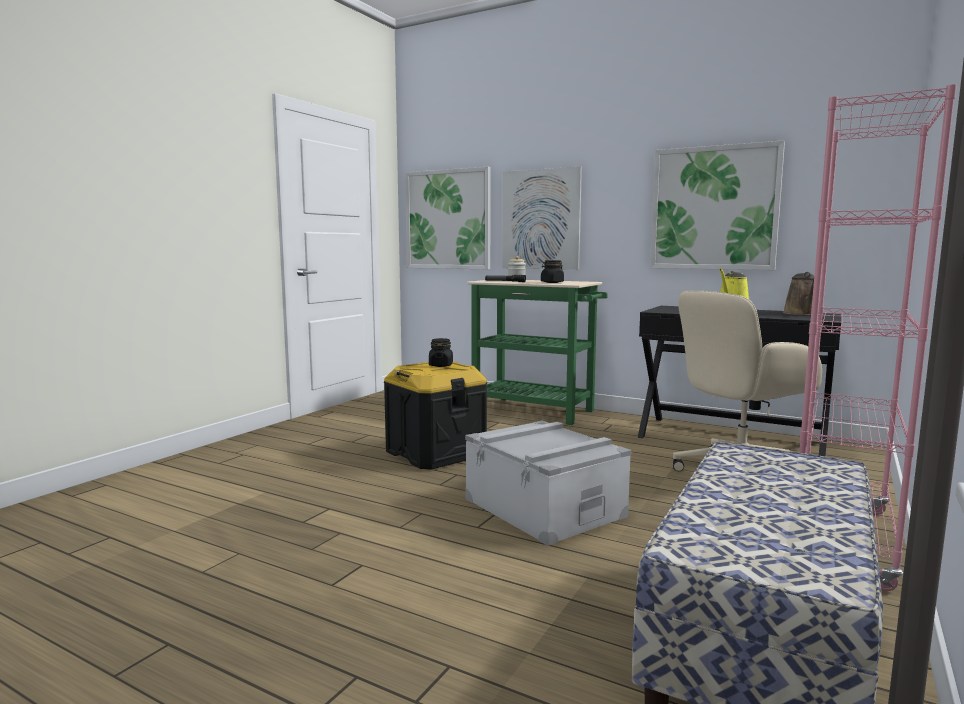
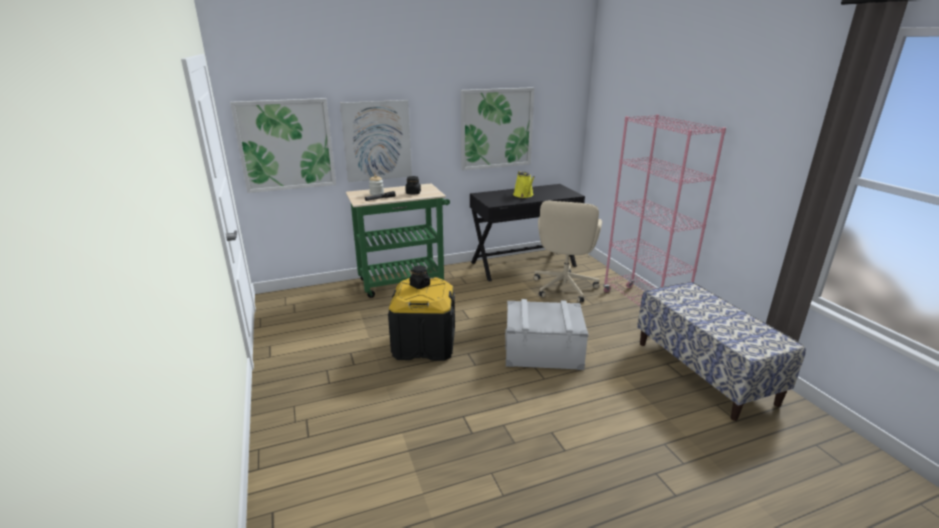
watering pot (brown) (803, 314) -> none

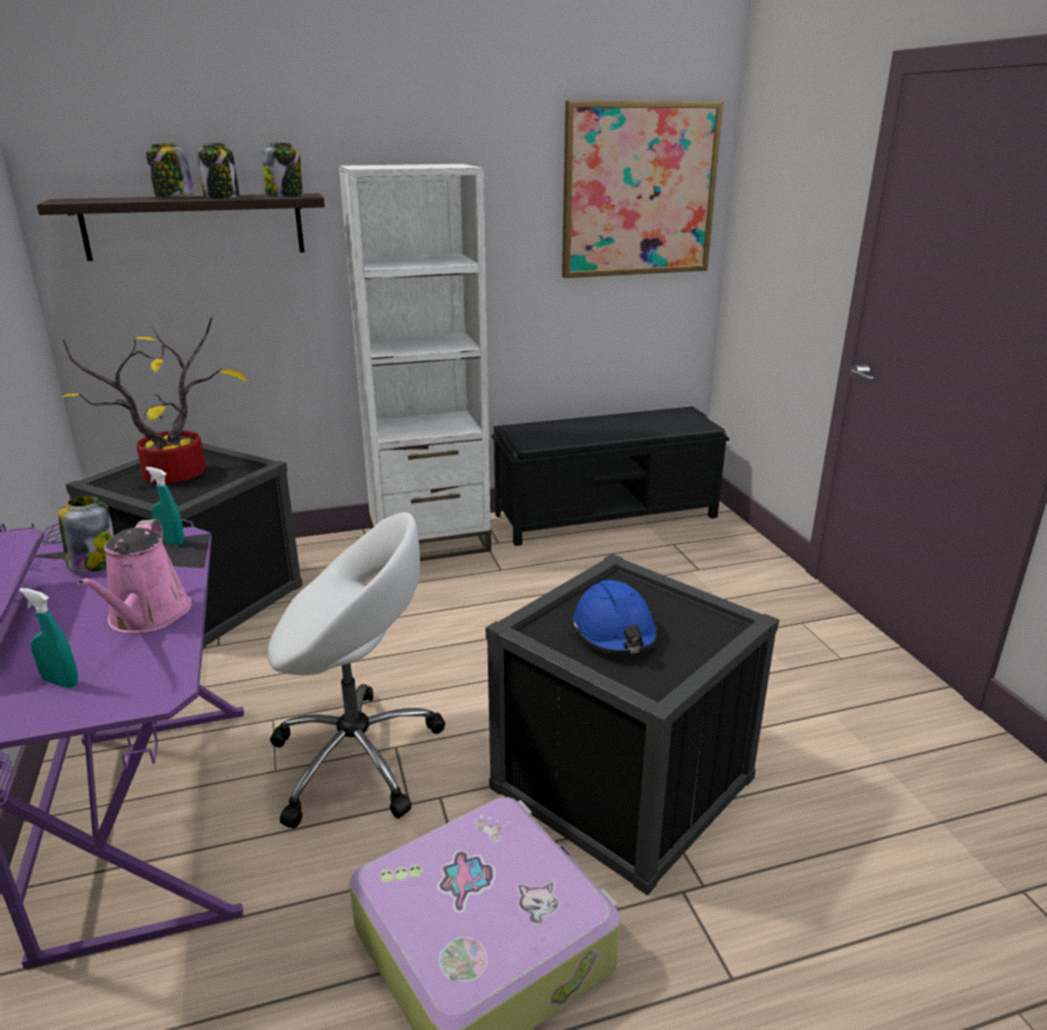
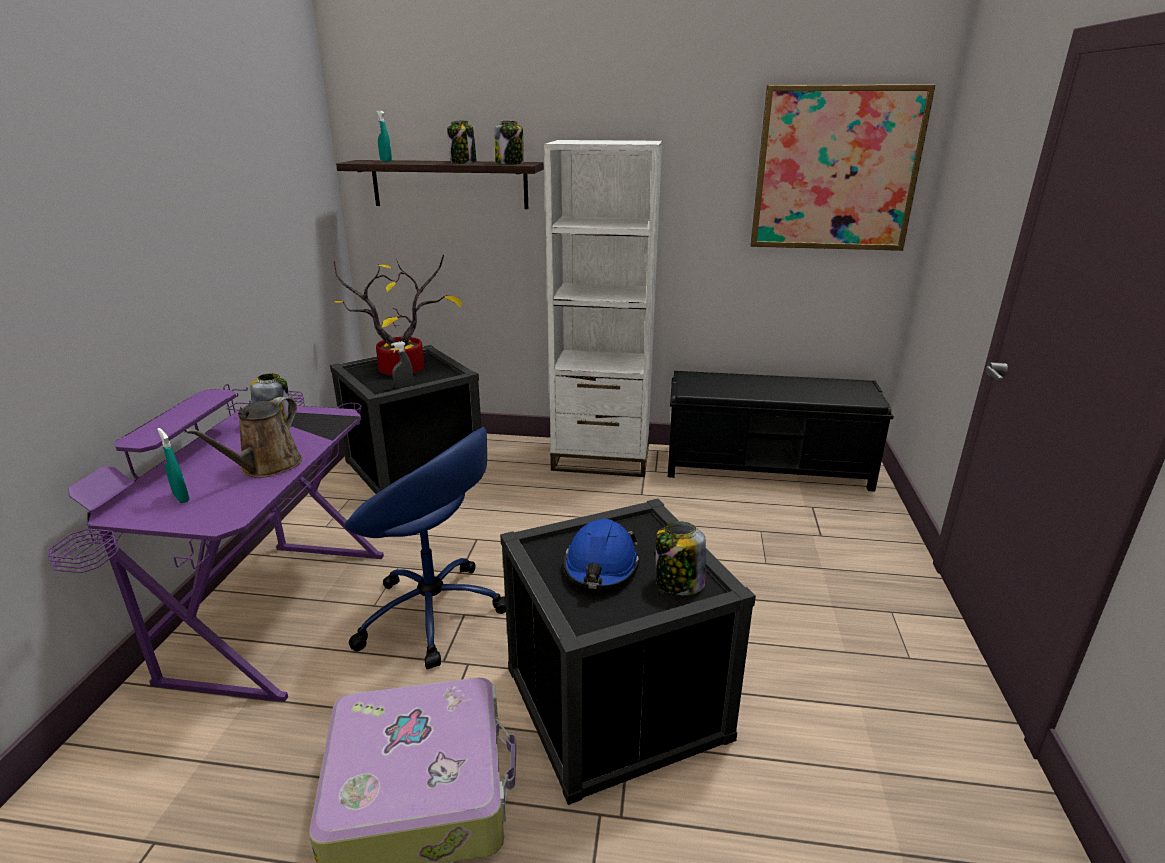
preserve jar (174, 197) -> preserve jar (678, 584), moved
spray bottle (turquoise-coloured) (171, 542) -> spray bottle (turquoise-coloured) (386, 161), moved
desk chair (white-coloured) (360, 758) -> desk chair (blue) (434, 614)
watering pot (pinkish) (147, 617) -> watering pot (brown) (266, 467)
none -> spray bottle (gray) (404, 387)

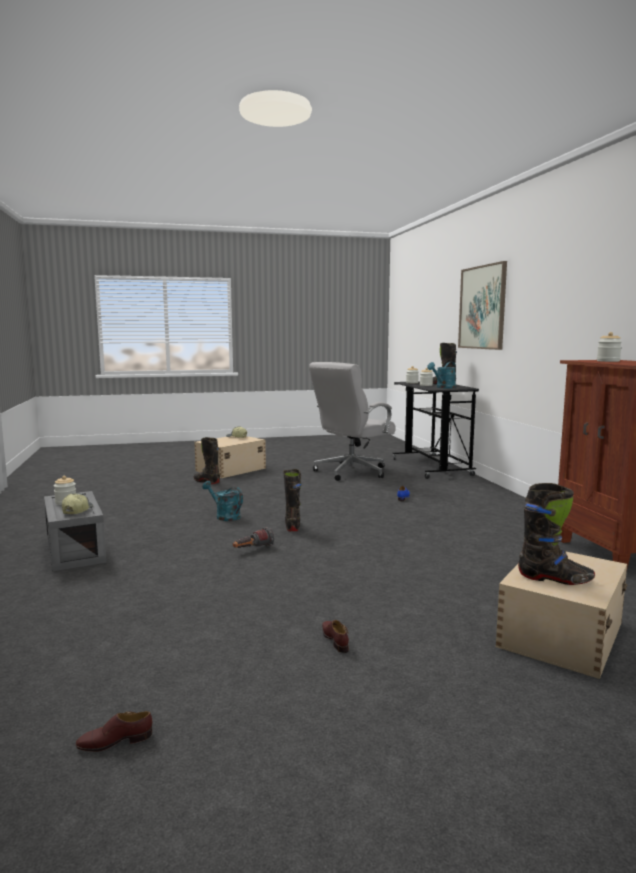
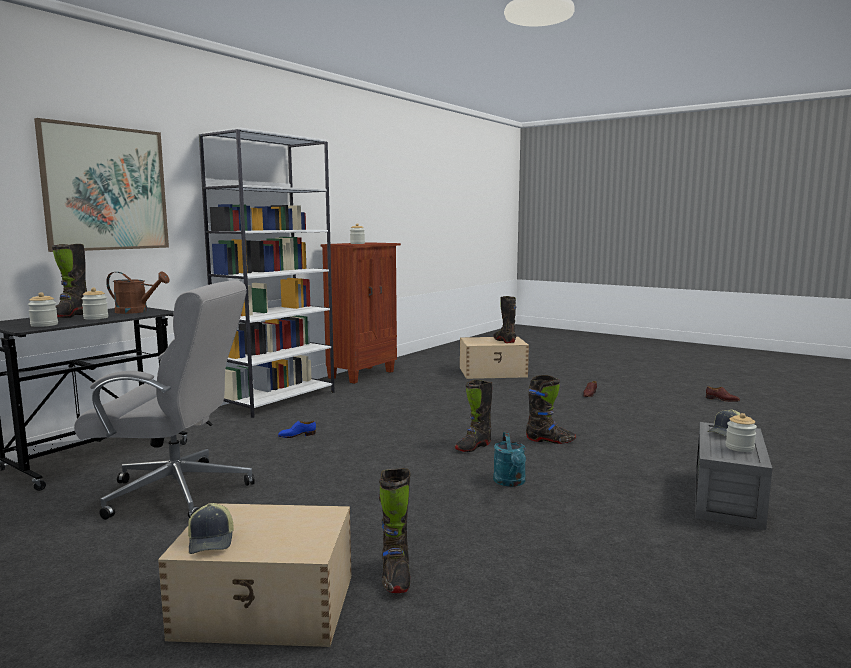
watering pot (turquoise-coloured) (443, 387) -> watering pot (brown) (137, 311)
hand torch (252, 549) -> boot (blackish) (550, 440)
none -> shelving unit (white-coloured) (277, 399)

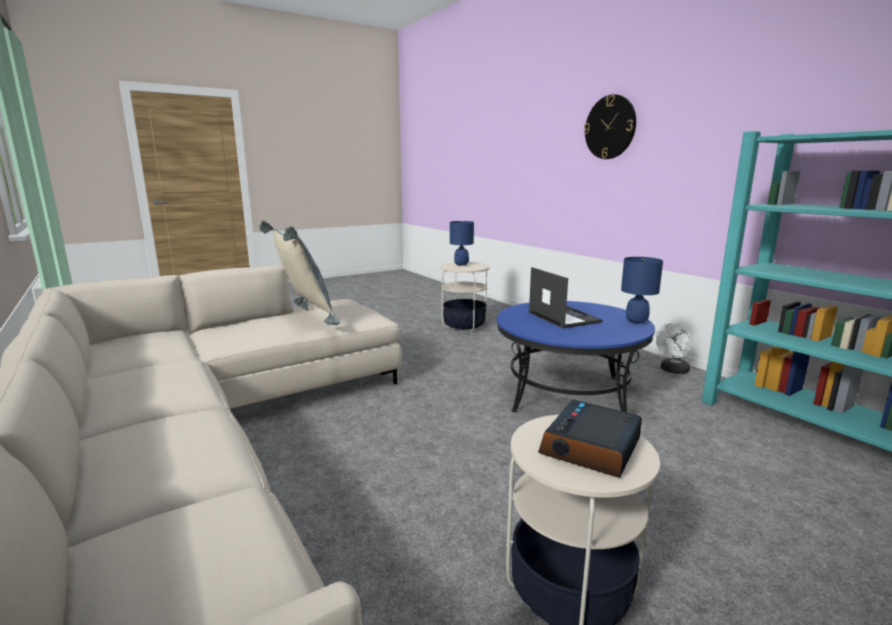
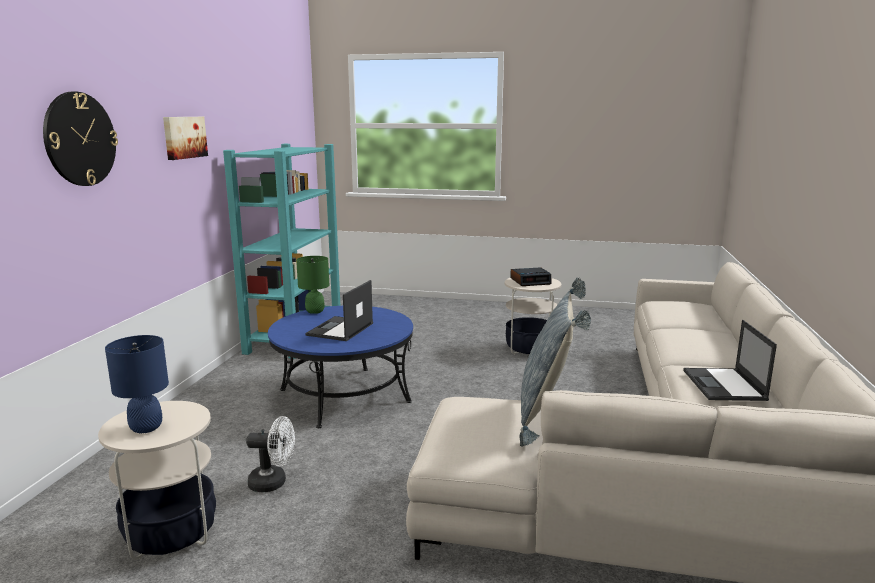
table lamp (blue) (635, 321) -> table lamp (greenish) (315, 312)
electric fan (white-coloured) (672, 371) -> electric fan (white-coloured) (273, 483), moved
none -> wall picture (184, 137)
none -> portable computer (724, 385)

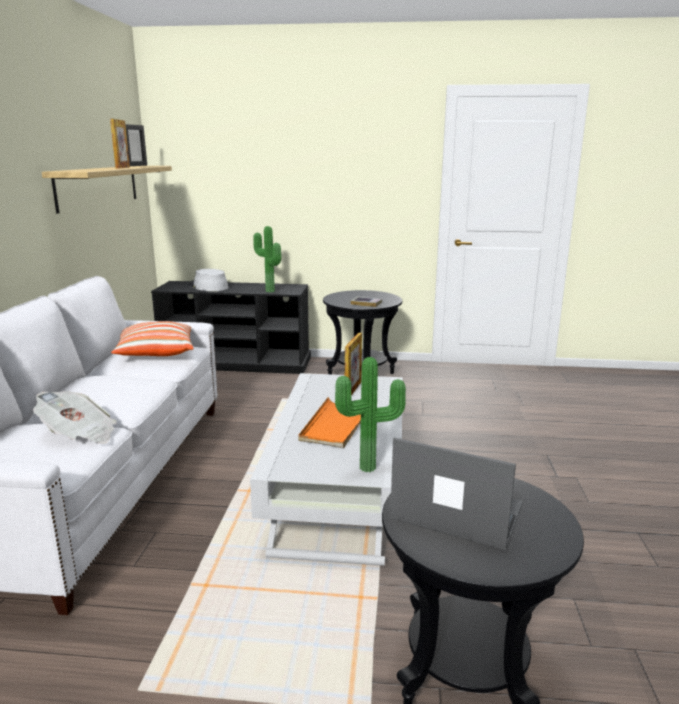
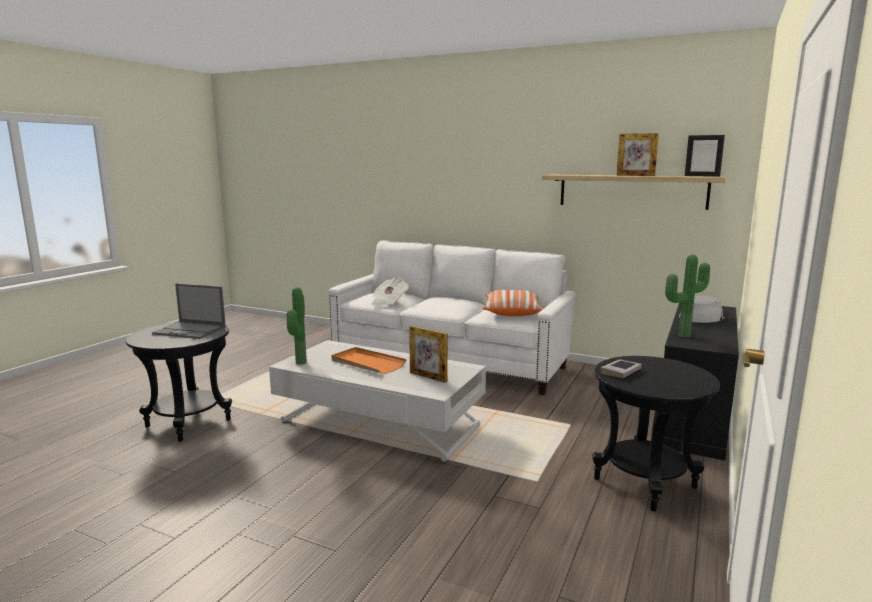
portable computer (455, 511) -> portable computer (190, 330), 60 degrees clockwise

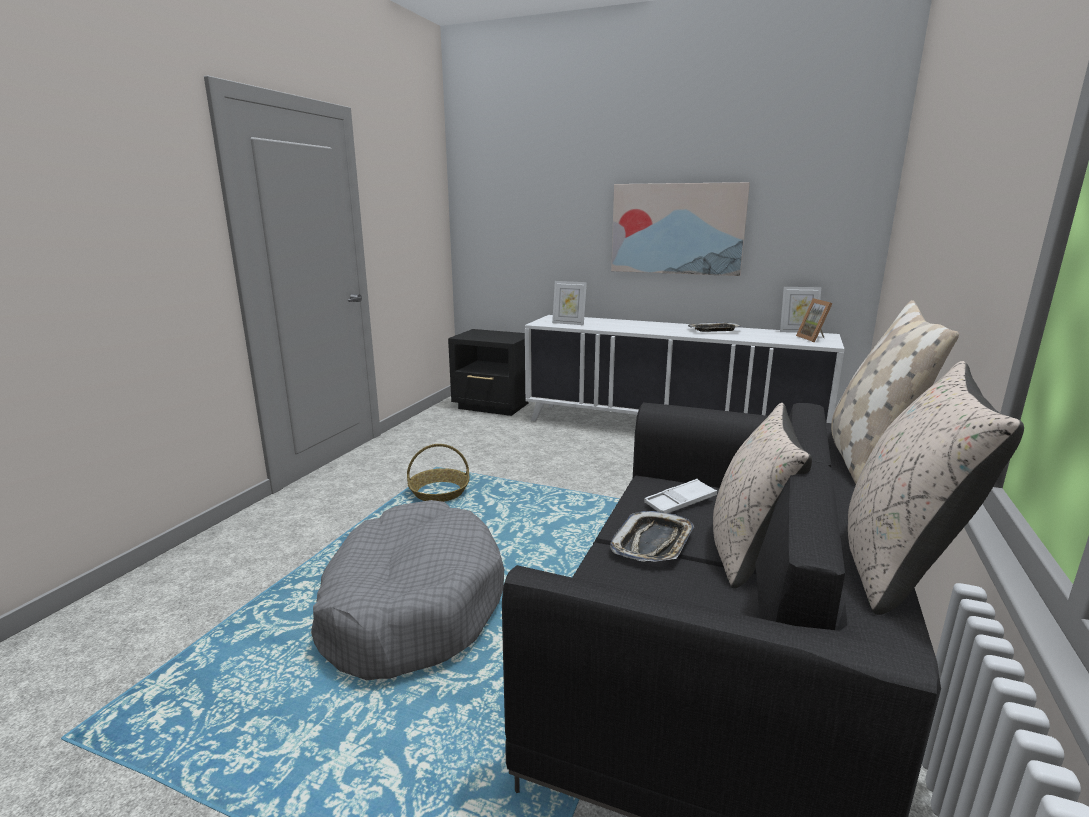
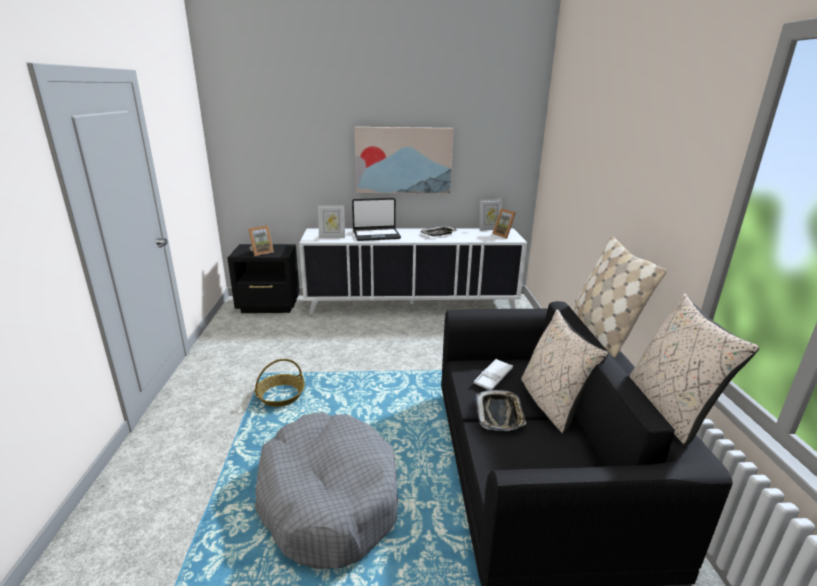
none -> portable computer (376, 235)
none -> photo frame (261, 252)

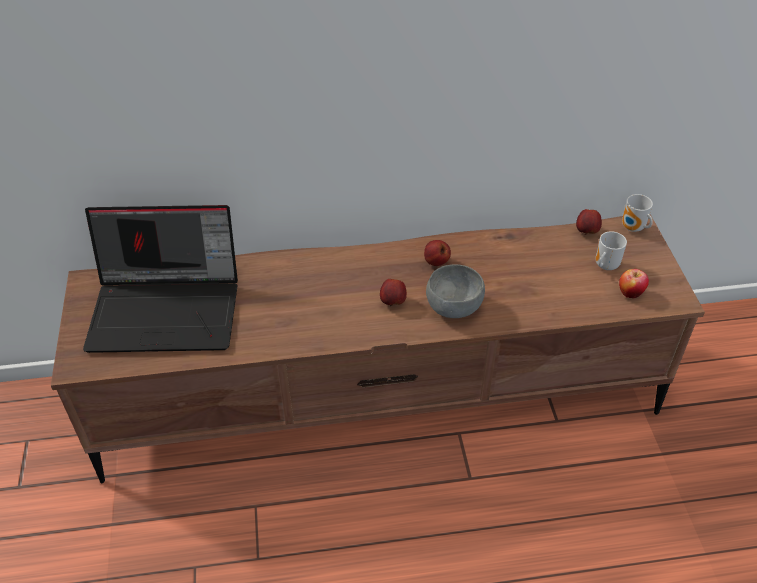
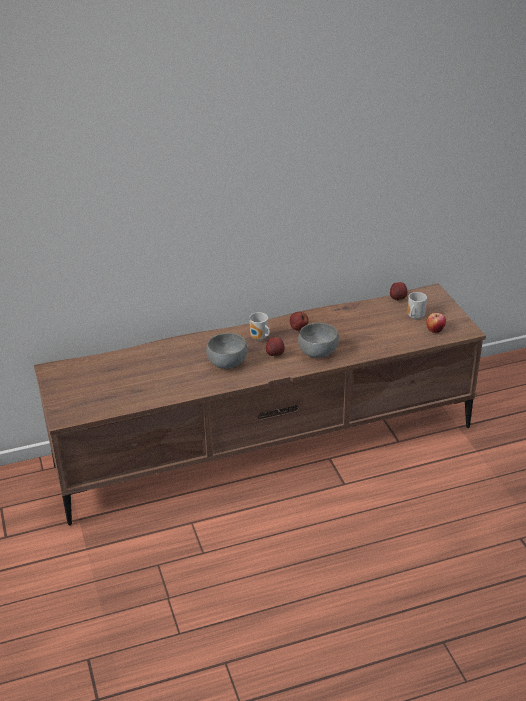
coffee mug (633, 229) -> coffee mug (259, 338), moved
portable computer (168, 309) -> none
none -> bowl (gray) (227, 363)

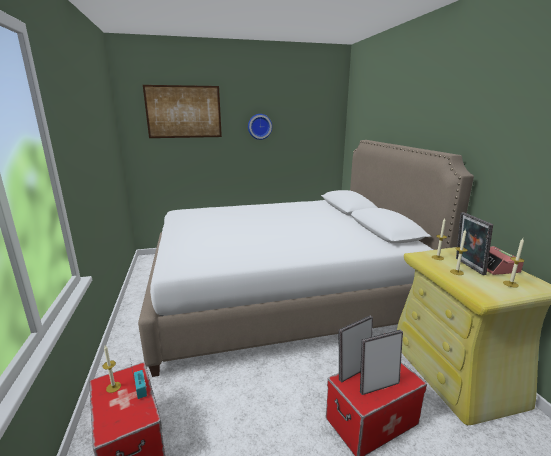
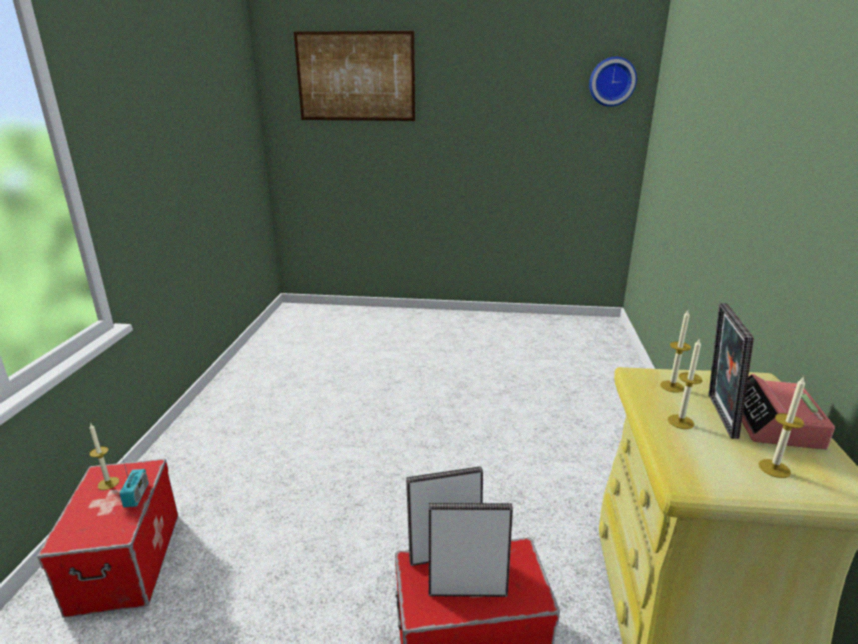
wall clock (259, 126) -> wall clock (612, 81), moved
bed (white-coloured) (282, 295) -> none

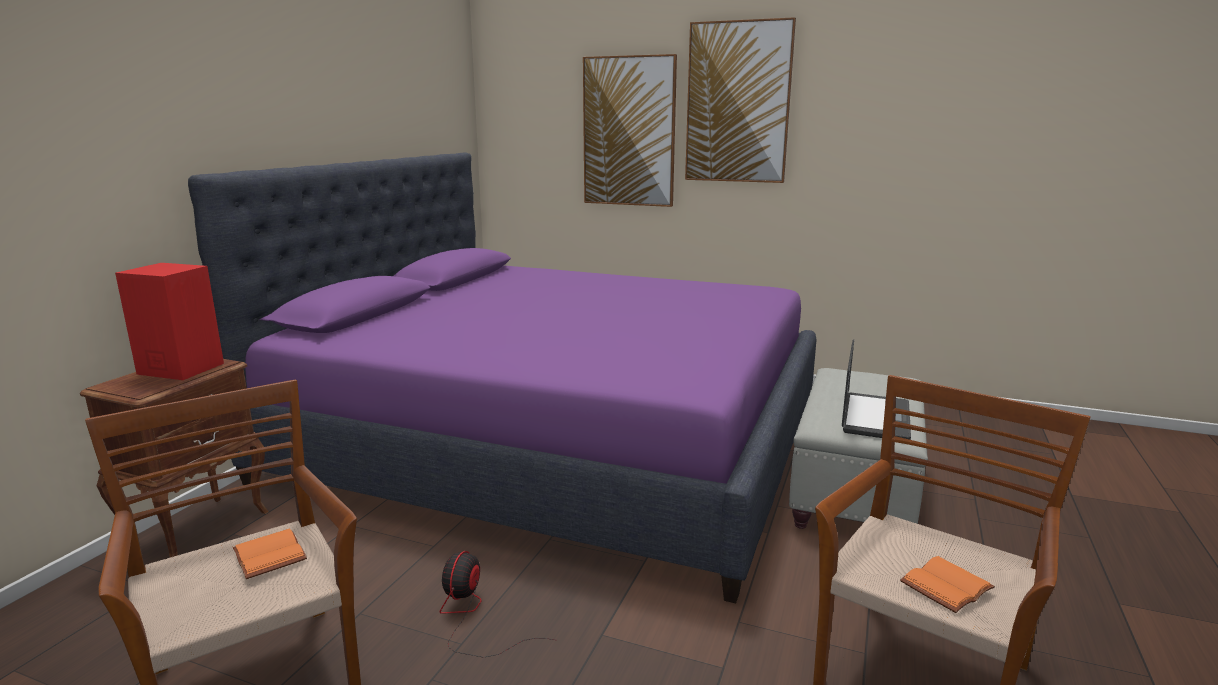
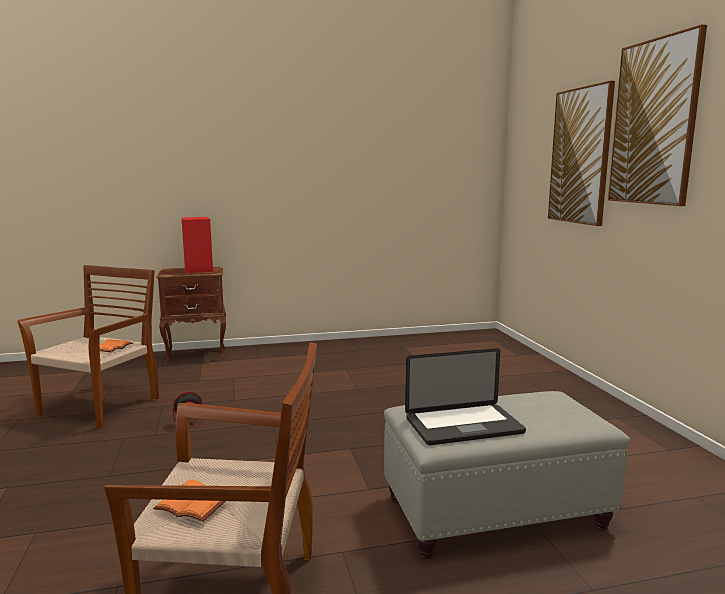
bed (purple) (557, 440) -> none

